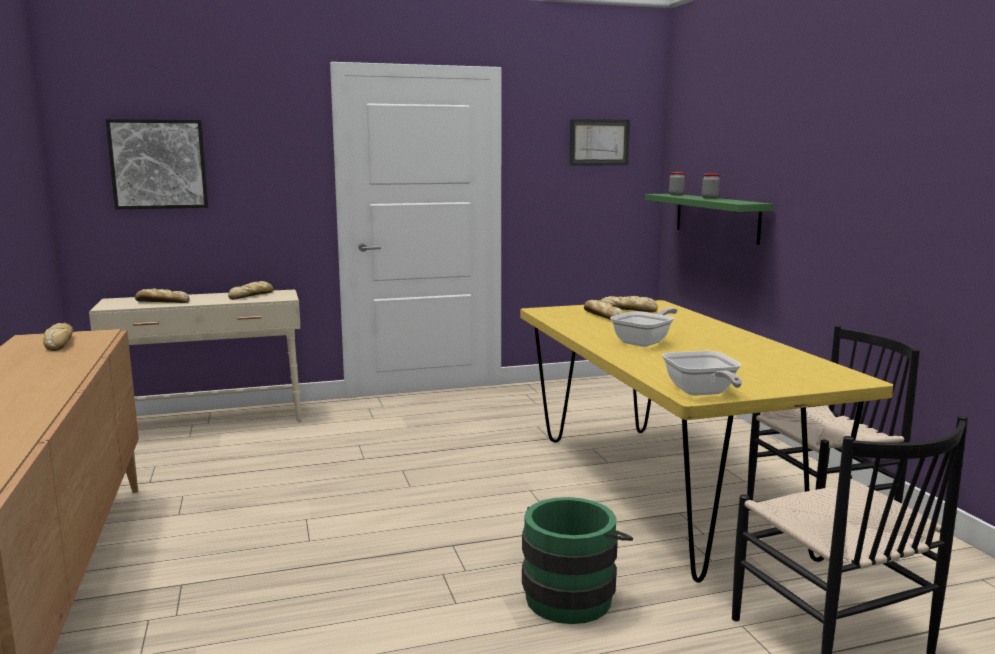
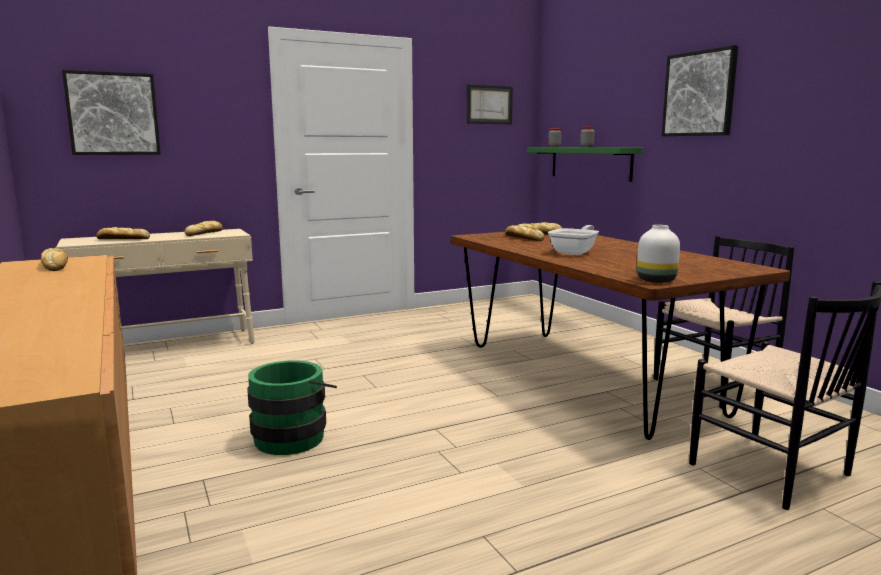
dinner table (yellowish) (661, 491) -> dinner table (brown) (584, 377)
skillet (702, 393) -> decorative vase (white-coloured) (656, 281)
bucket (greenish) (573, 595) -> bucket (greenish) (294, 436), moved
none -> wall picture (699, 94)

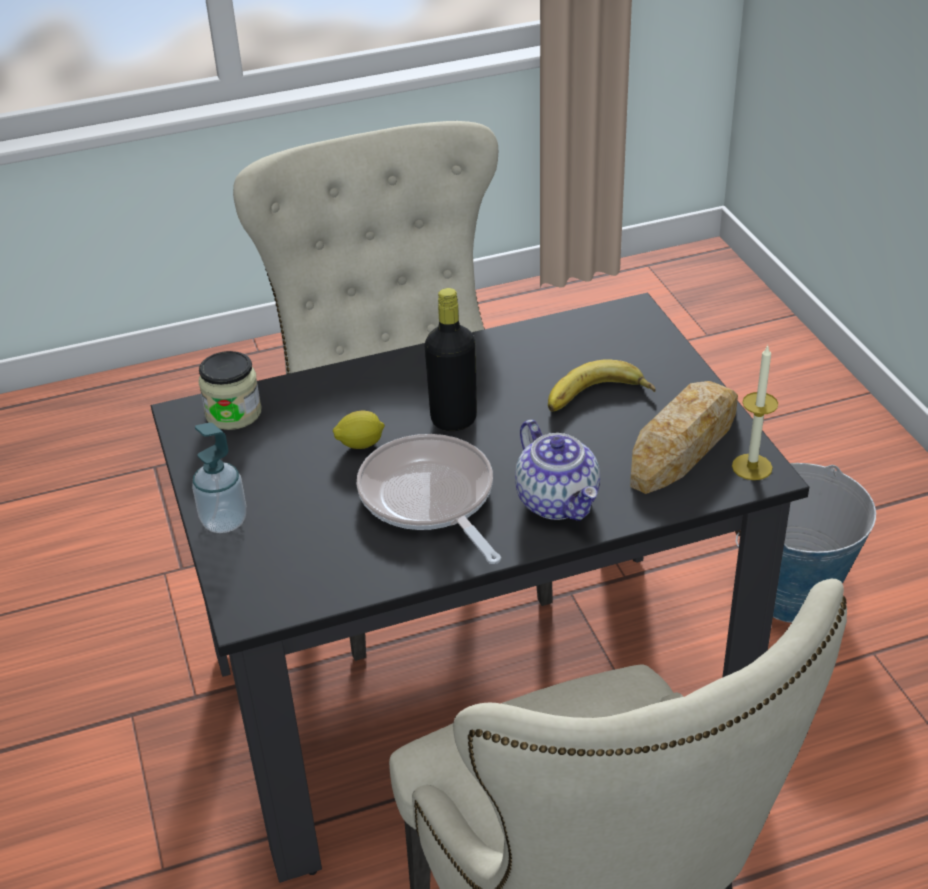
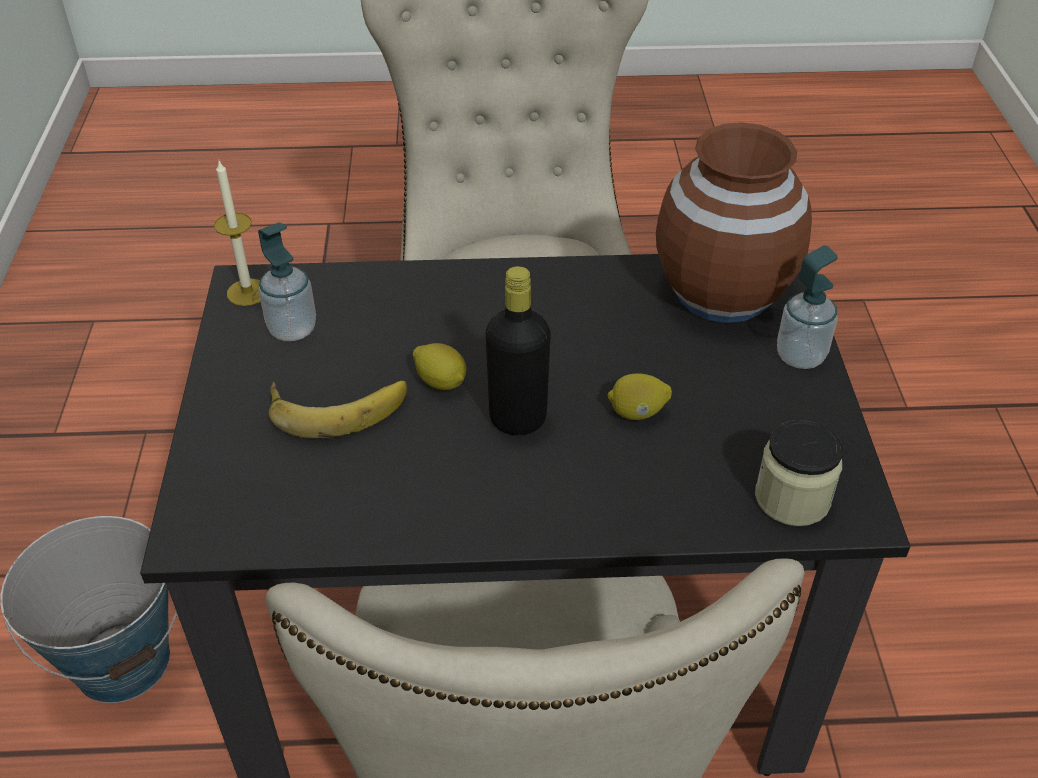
bakery bread (682, 445) -> liquid soap bottle (292, 329)
tea pot (558, 501) -> none
skillet (430, 498) -> none
none -> decorative vase (brown) (722, 291)
none -> whole lemon (441, 382)

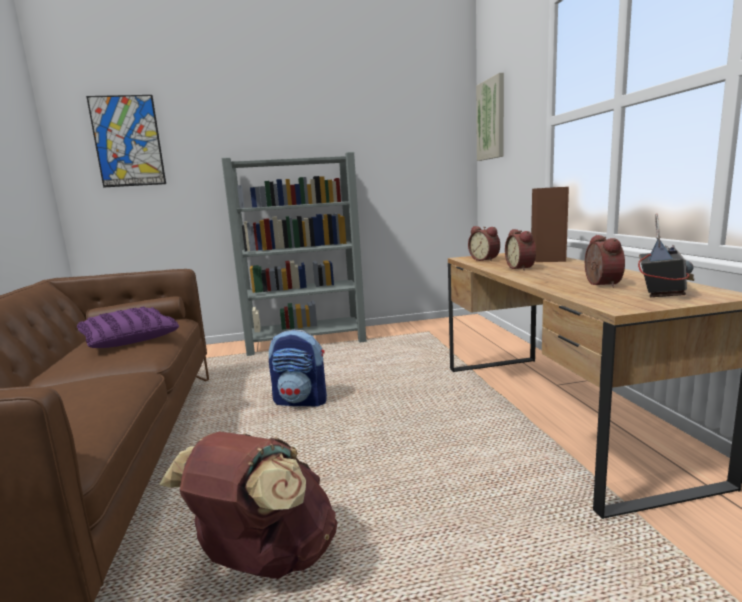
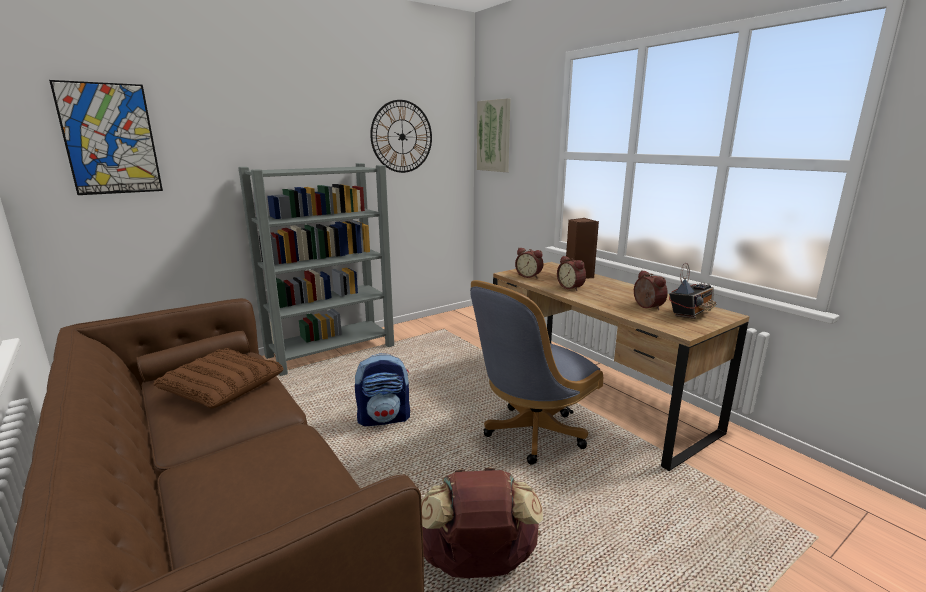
radio receiver (661, 292) -> radio receiver (690, 313), 45 degrees clockwise
pillow (purple) (129, 338) -> pillow (brown) (222, 387)
none -> wall clock (402, 136)
none -> desk chair (blue) (529, 437)

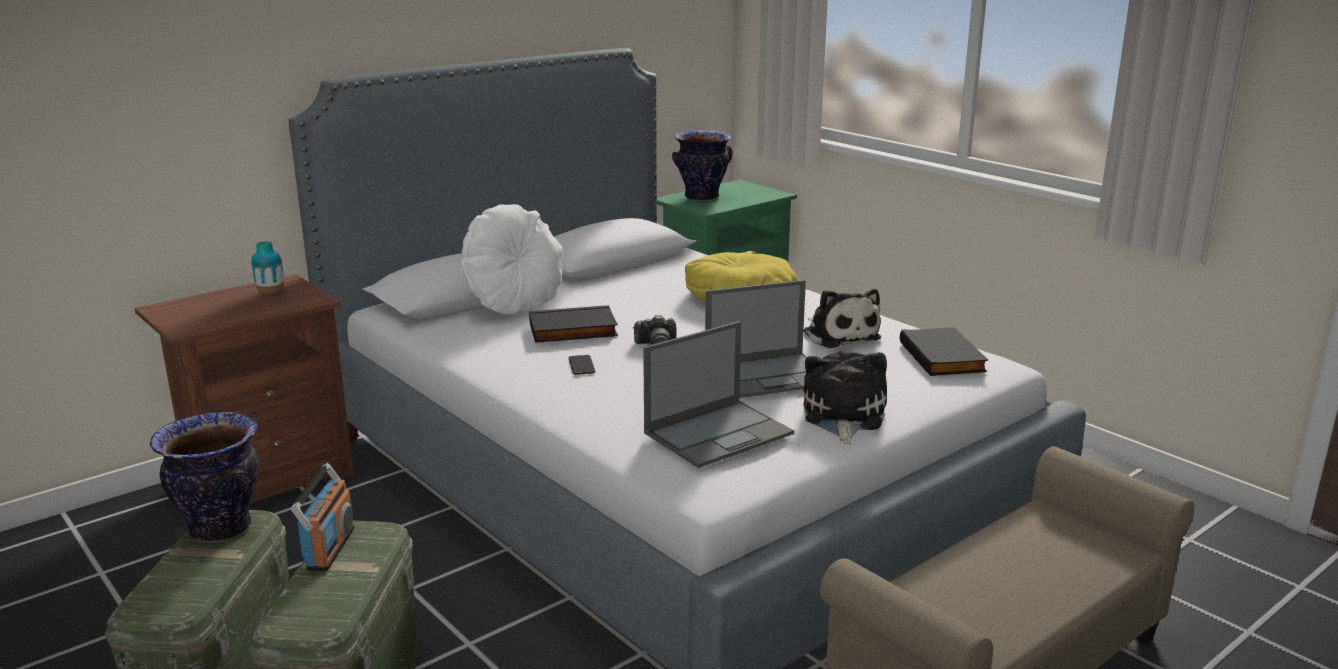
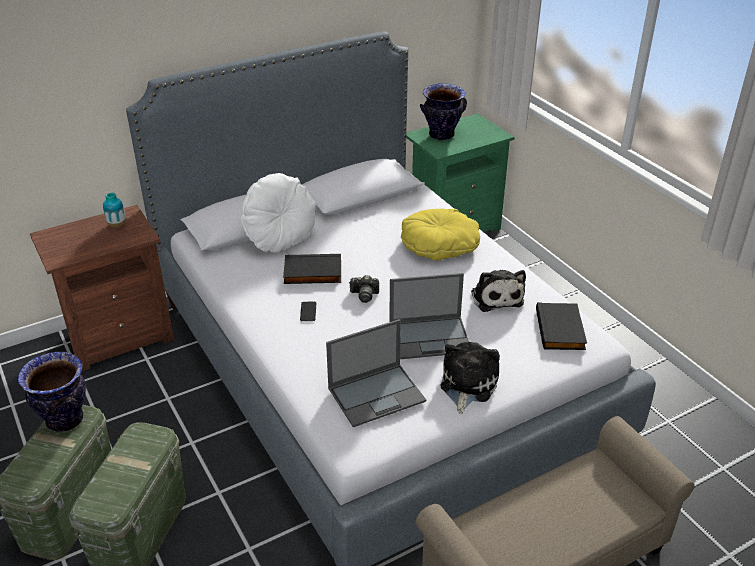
radio receiver (329, 548) -> none

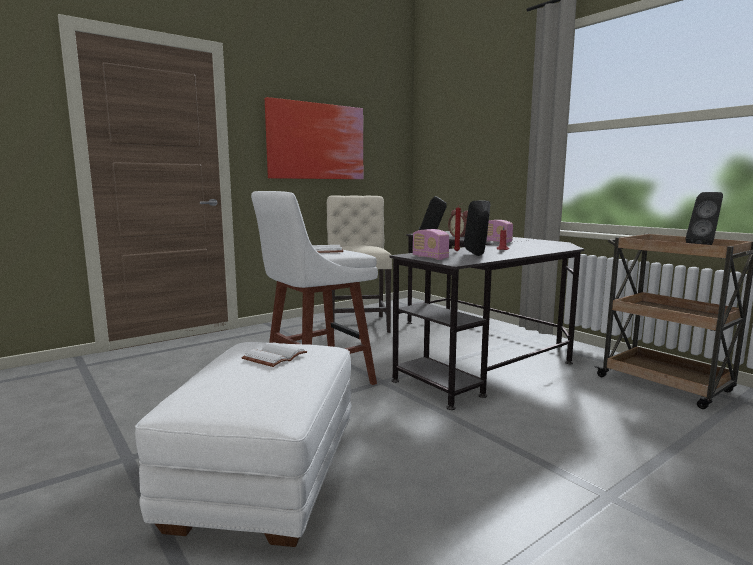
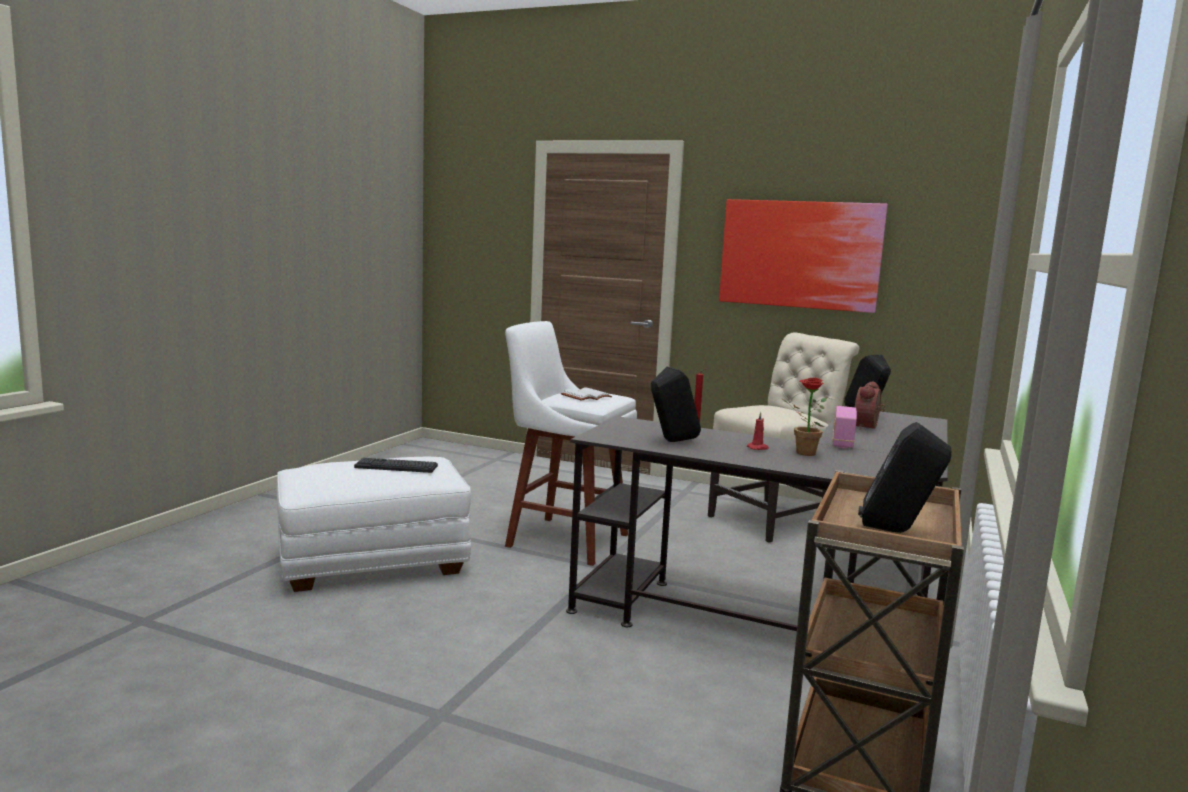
radio receiver (430, 257) -> none
book (white-coloured) (274, 356) -> computer keyboard (396, 466)
none -> plant in a pot (801, 453)

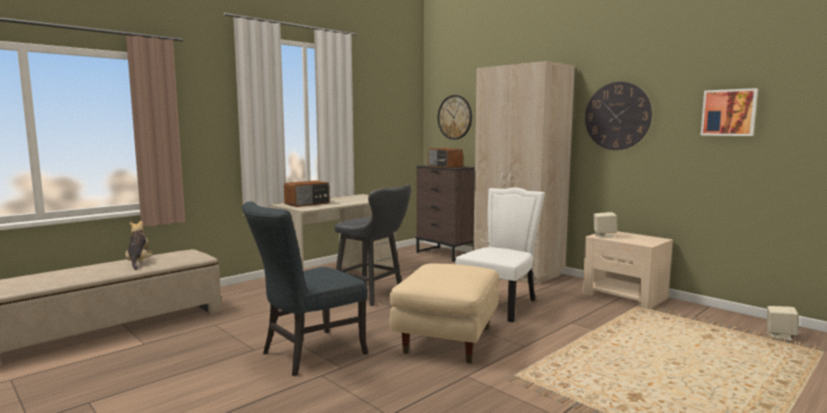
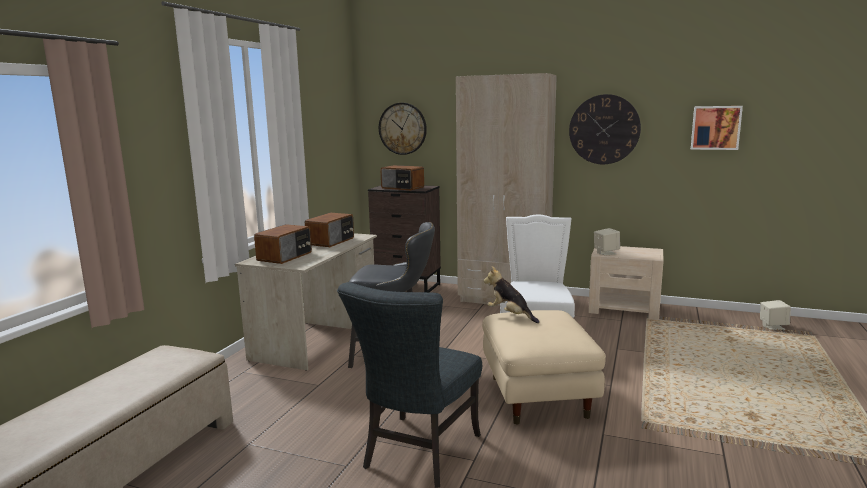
cuddly toy (139, 263) -> cuddly toy (510, 315), moved
none -> radio receiver (331, 241)

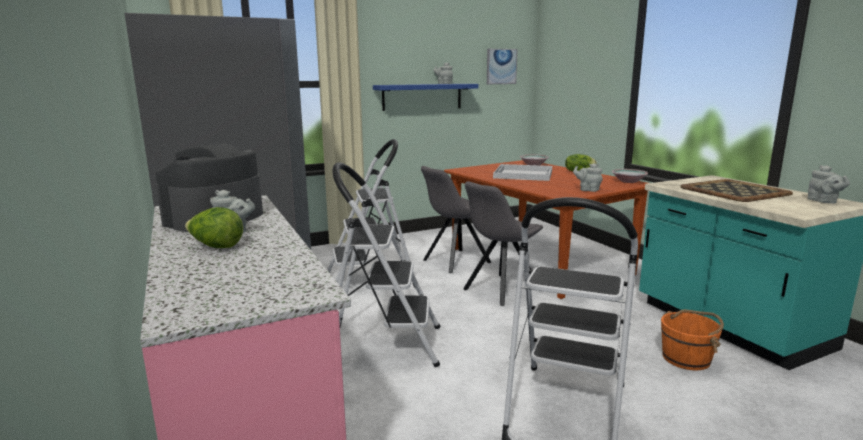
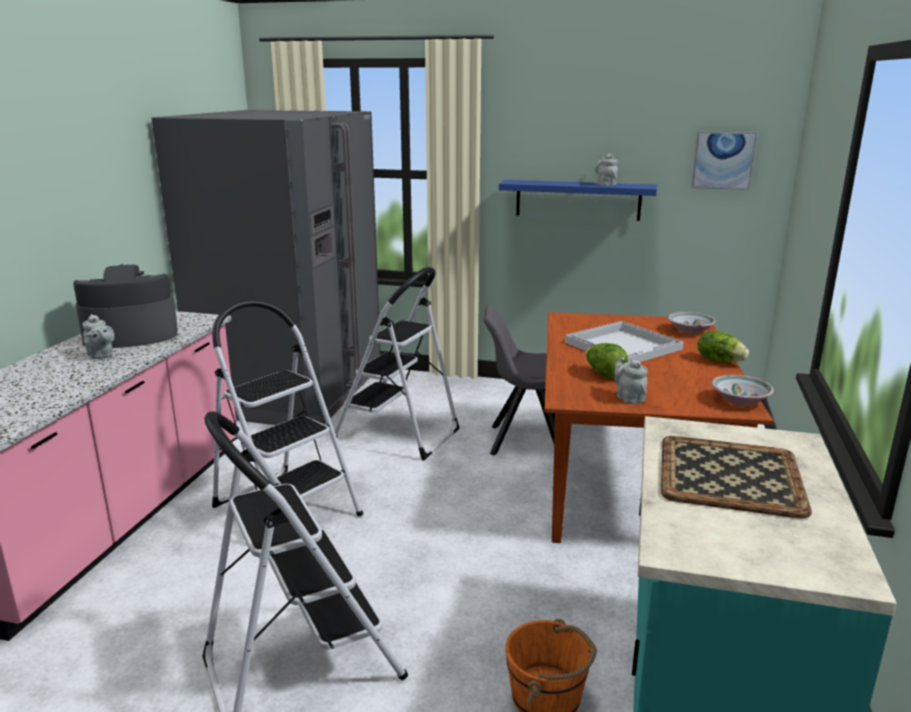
tea pot (gray) (823, 201) -> none
upright chair (gray) (501, 289) -> none
lettuce head (216, 247) -> lettuce head (604, 375), moved

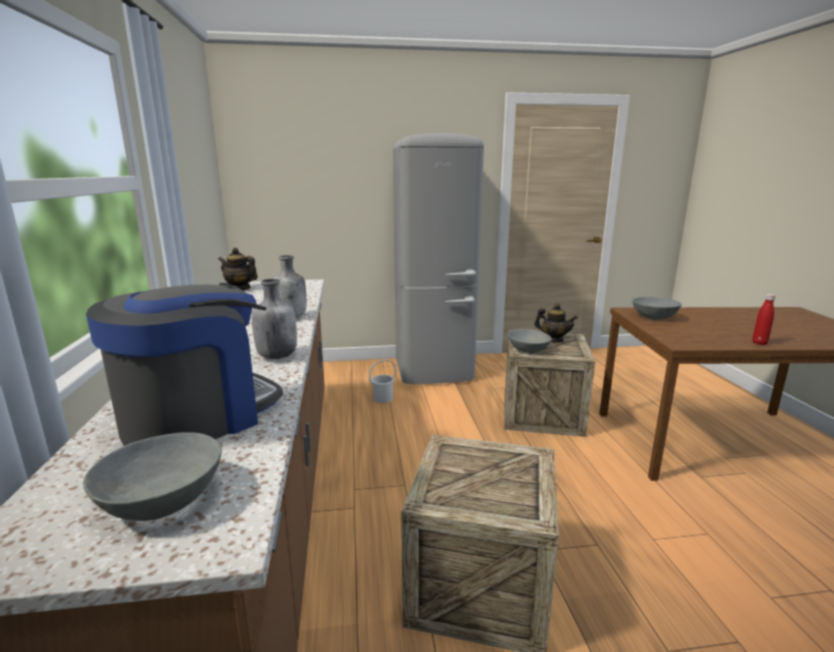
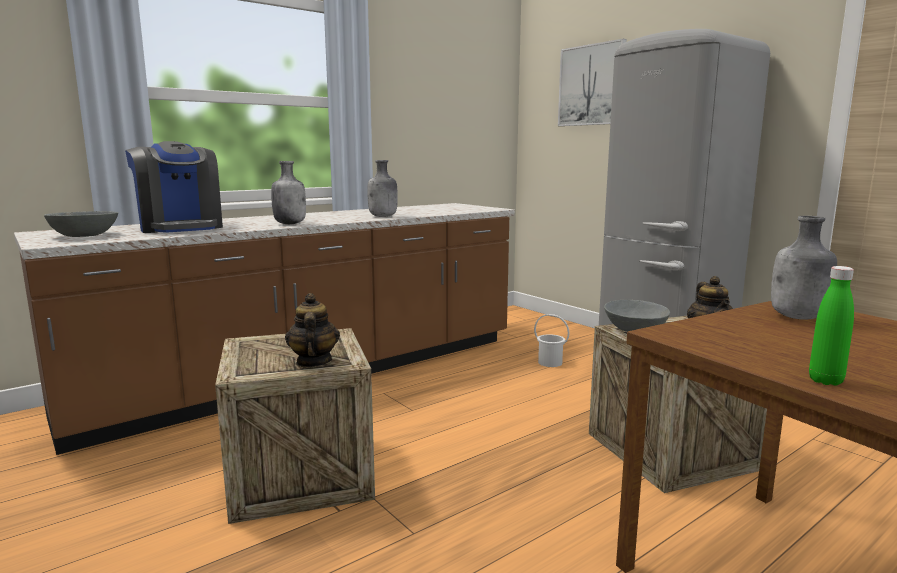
tea pot (239, 289) -> tea pot (313, 362), moved
coffee maker (199, 416) -> coffee maker (180, 228), 45 degrees clockwise
bottle (reddish) (759, 343) -> bottle (greenish) (825, 381)
bowl (gray) (654, 317) -> bottle (gray) (798, 317)
none -> wall picture (591, 85)

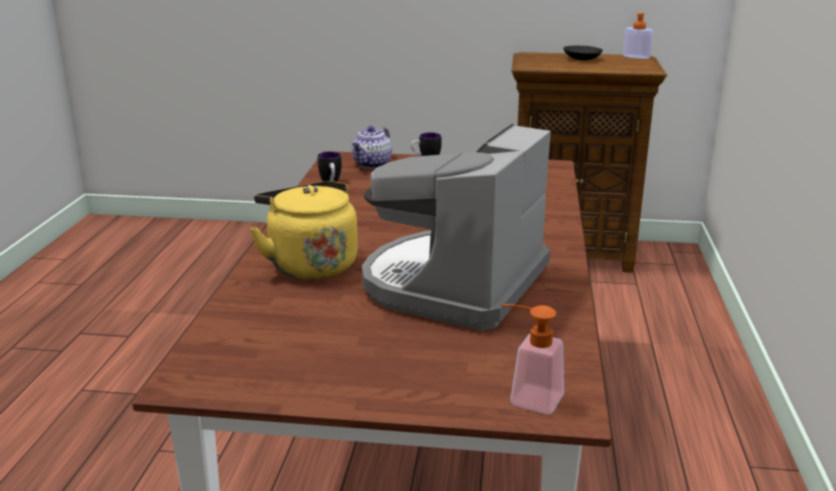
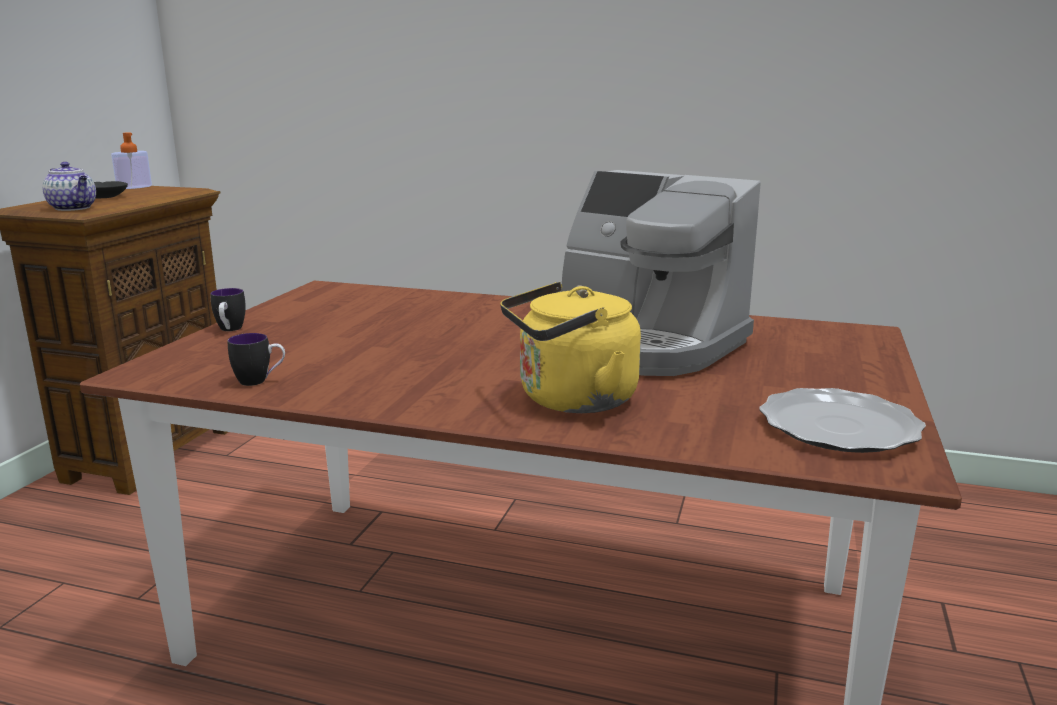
tea pot (372, 164) -> tea pot (74, 208), moved
liquid soap bottle (527, 397) -> none
none -> dinner plate (838, 426)

